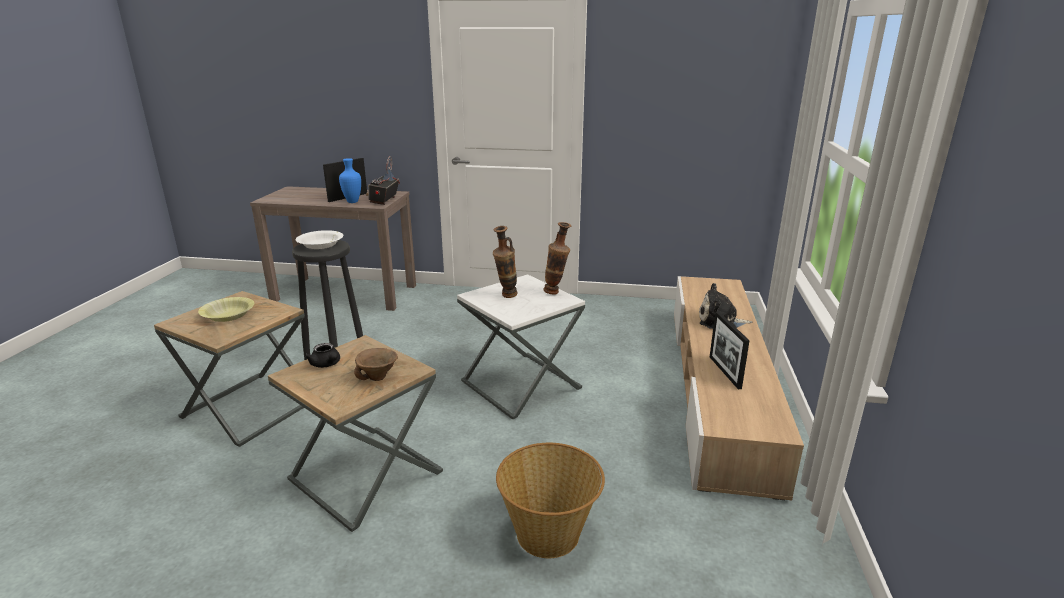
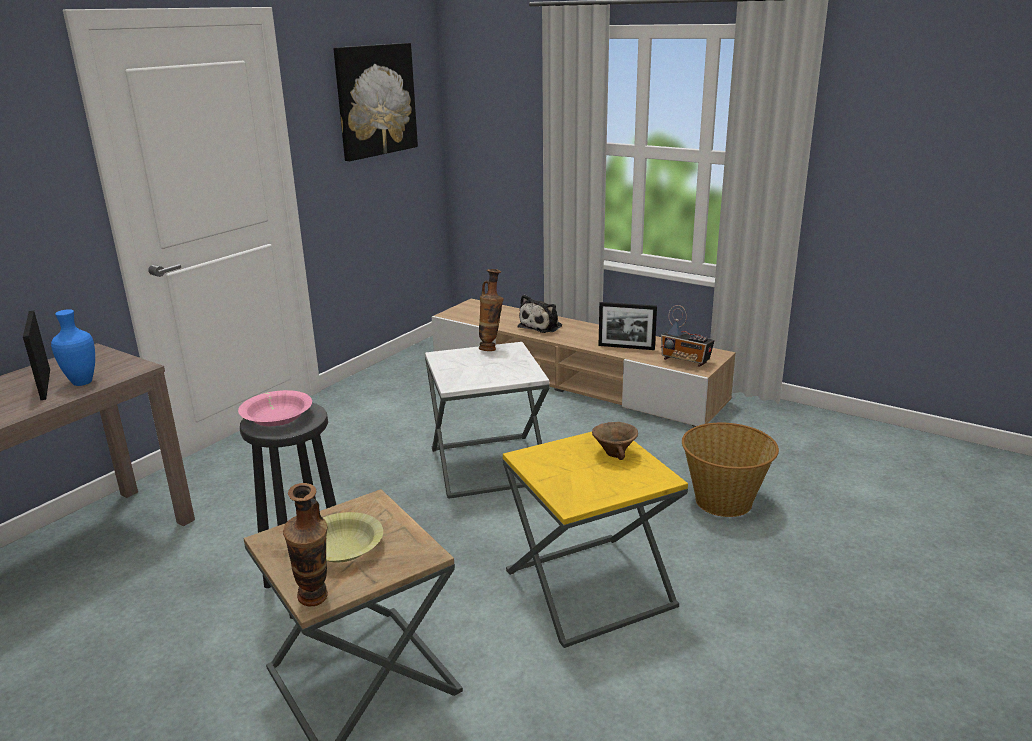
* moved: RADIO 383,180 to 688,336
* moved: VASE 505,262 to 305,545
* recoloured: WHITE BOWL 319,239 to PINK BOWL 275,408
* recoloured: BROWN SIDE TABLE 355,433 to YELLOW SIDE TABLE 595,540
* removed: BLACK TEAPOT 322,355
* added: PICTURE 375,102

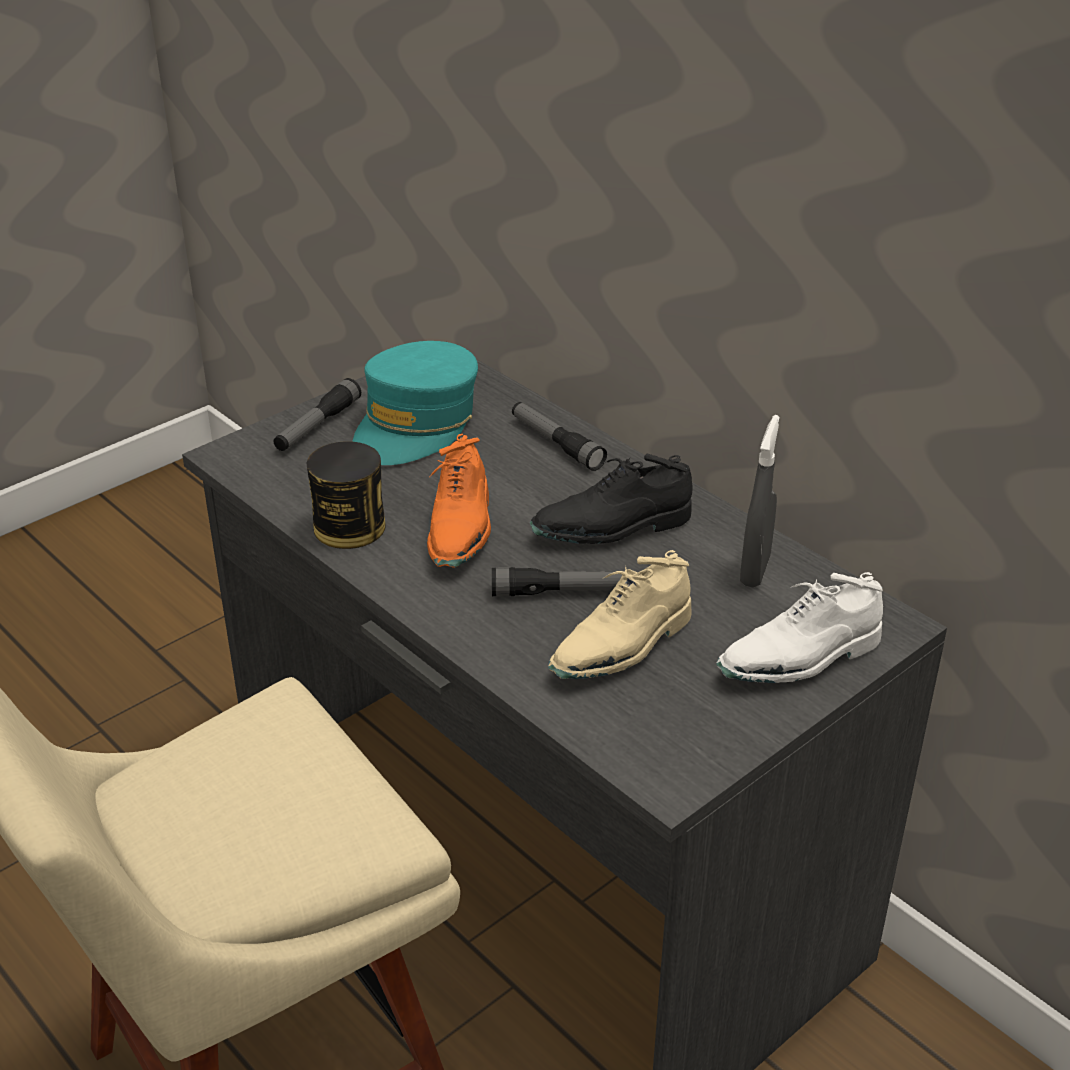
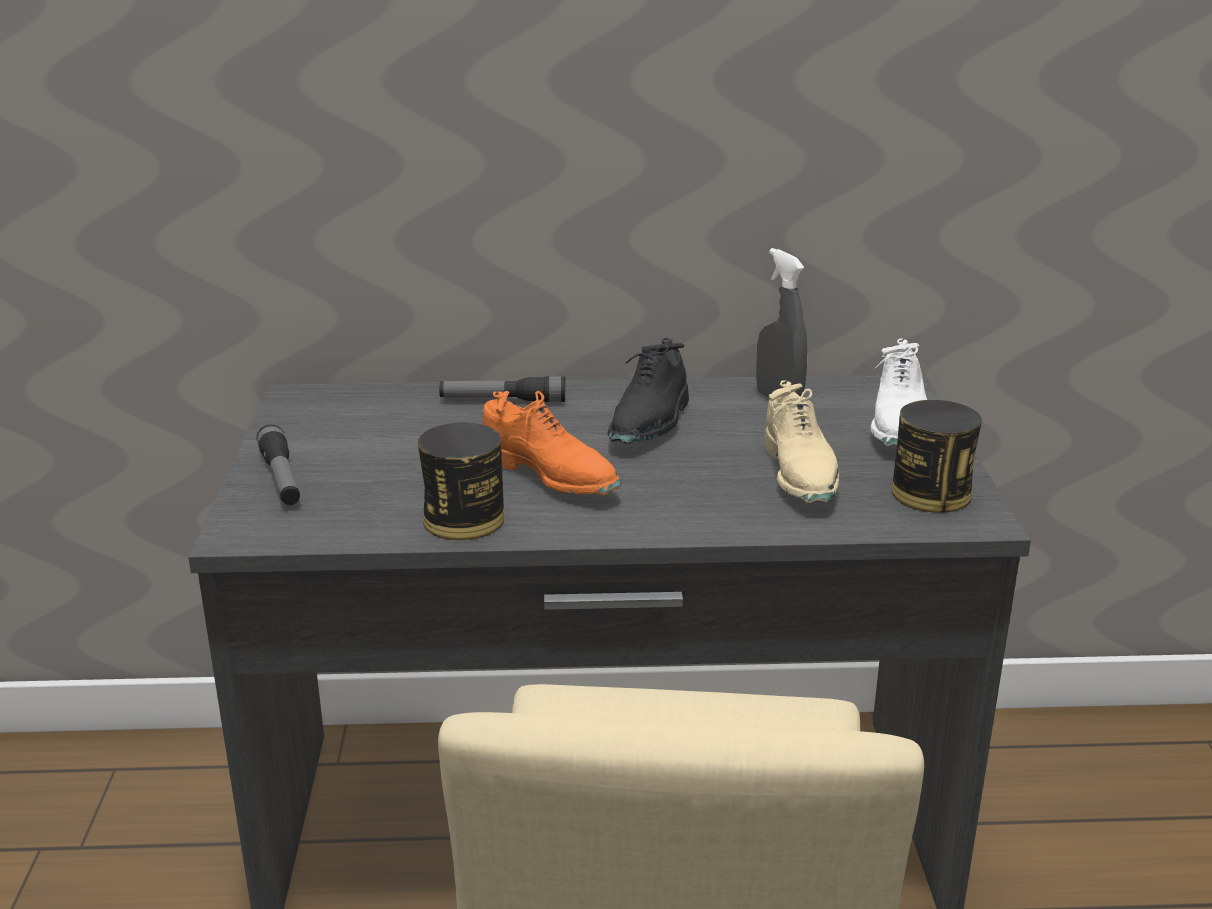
* removed: TURQUOISE CAP 415,403
* removed: FLASHLIGHT 558,581
* added: CAN 937,456

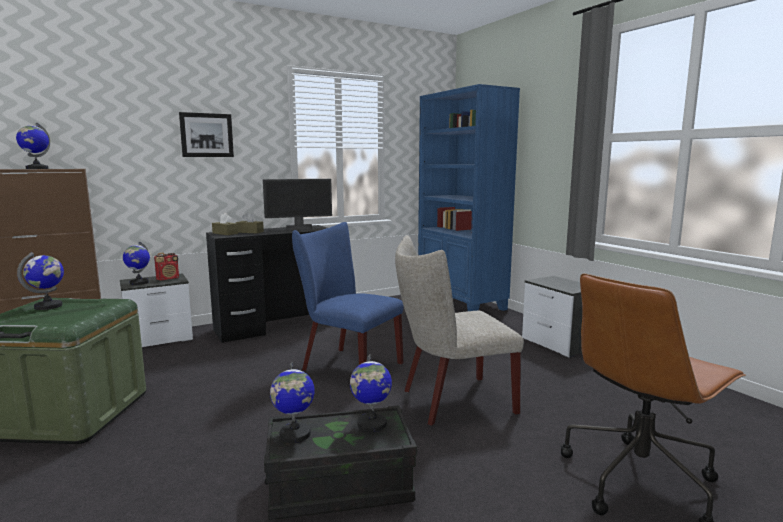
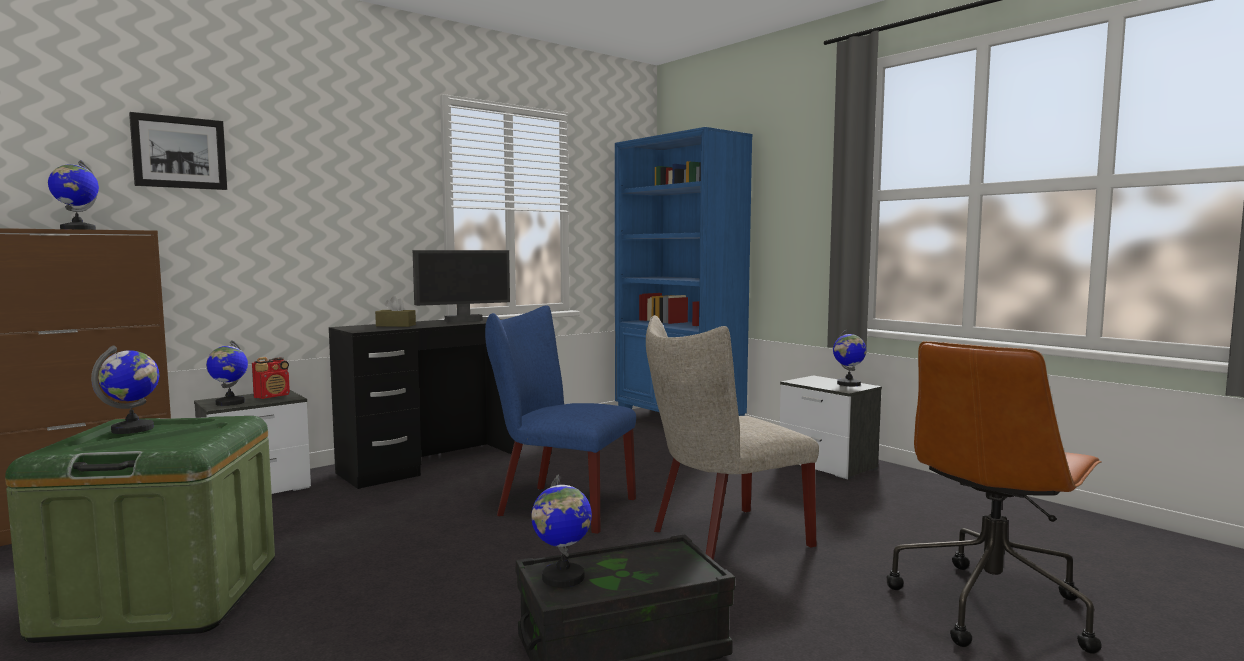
* moved: PICTURE 206,134 to 178,151
* removed: BROWN TISSUE BOX 225,224
* moved: GLOBE 371,393 to 849,357

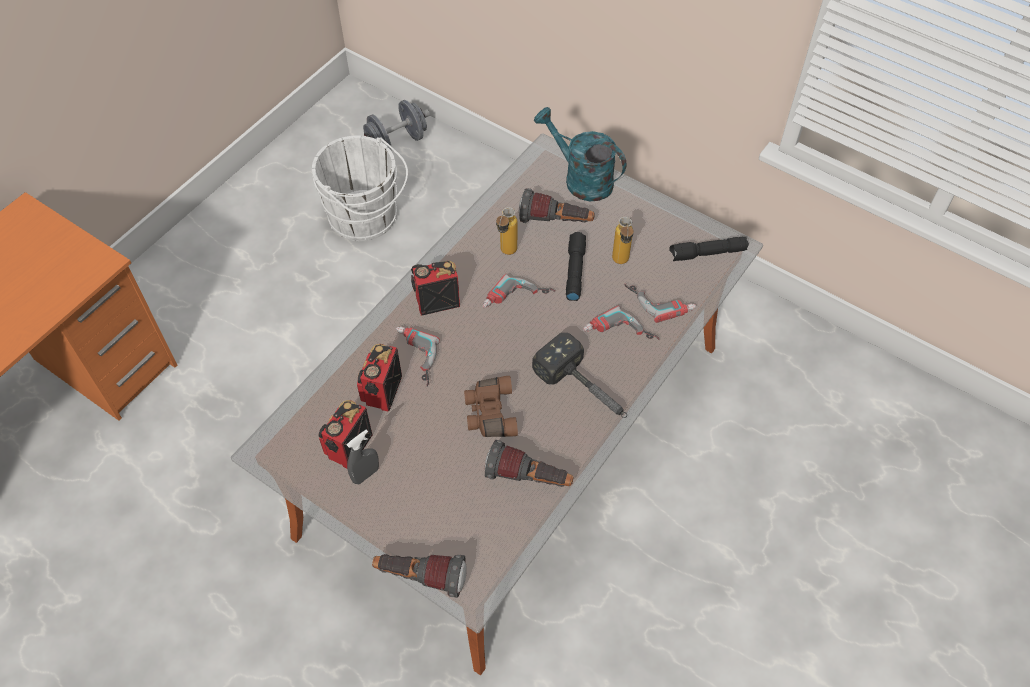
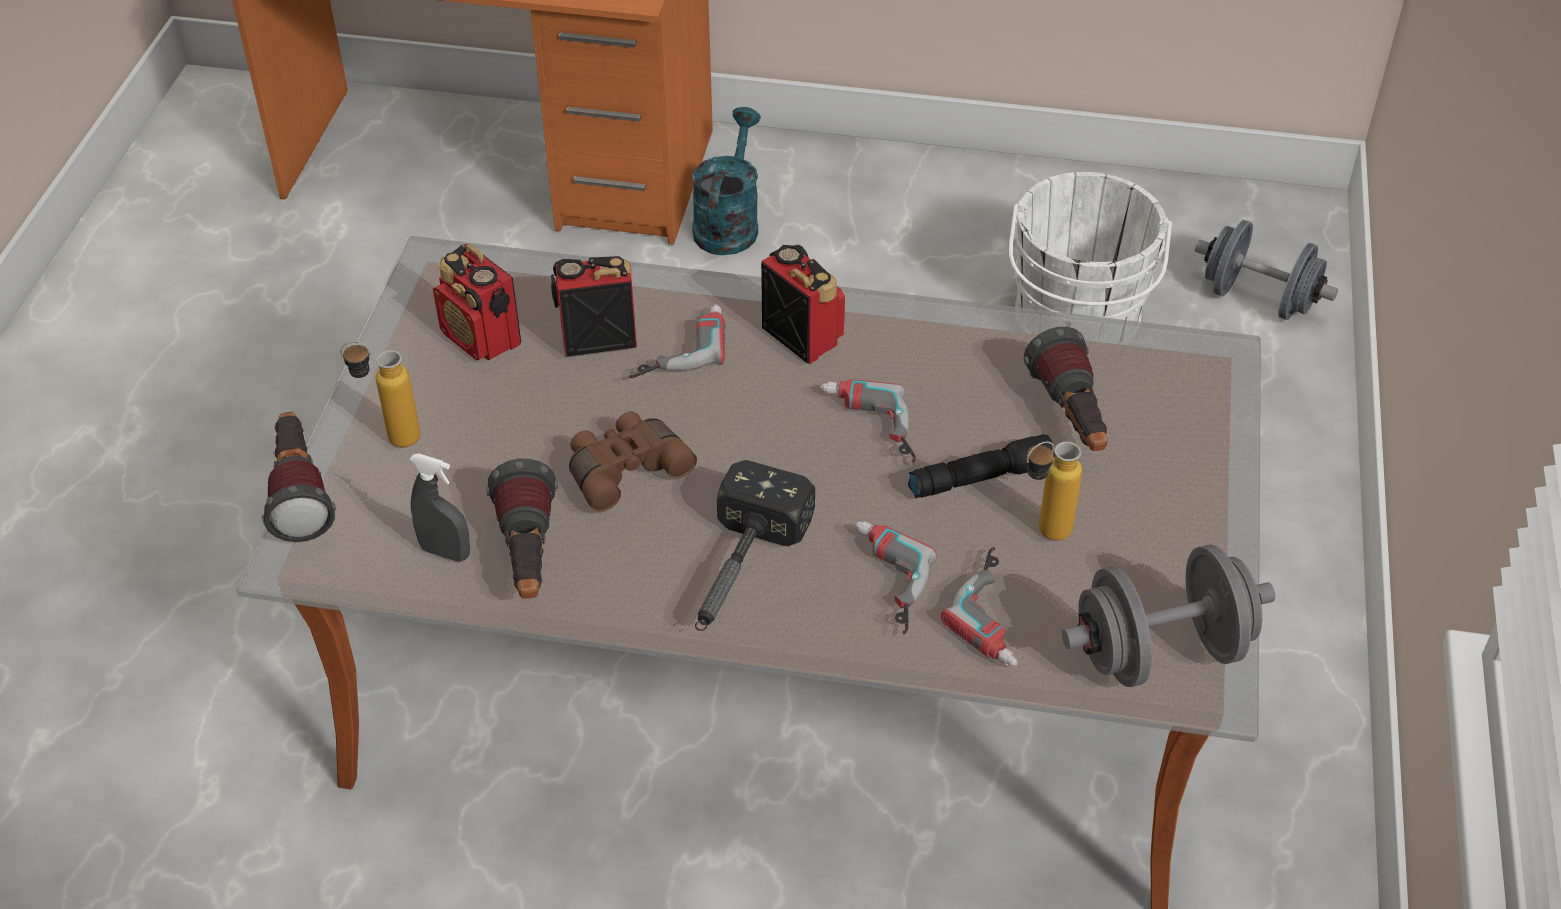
* moved: TURQUOISE WATERING CAN 580,154 to 726,181
* moved: BOTTLE 506,231 to 380,394
* replaced: BLACK FLASHLIGHT 709,249 to GREY DUMBBELL 1168,616
* turned: RADIO 346,434 = 477,302 135 degrees counterclockwise
* moved: GREY SPRAY BOTTLE 363,457 to 439,508

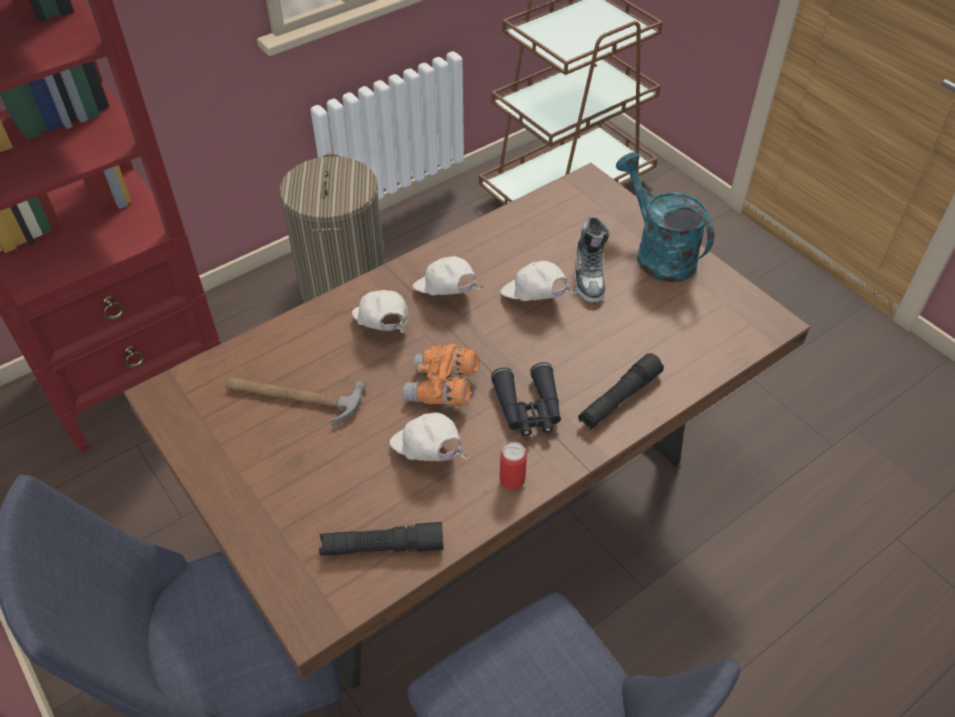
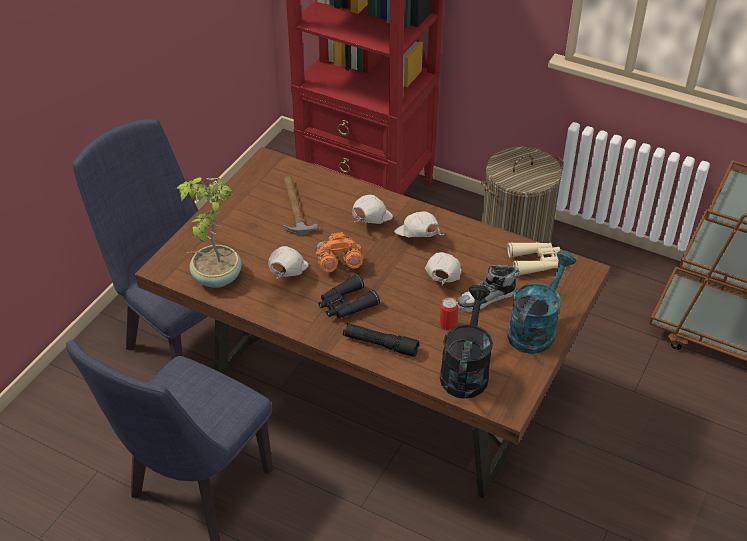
* turned: WHITE CAP 448,275 = 419,224 60 degrees counterclockwise
* moved: CAN 513,466 to 449,314
* replaced: BLACK FLASHLIGHT 381,538 to POTTED PLANT 209,233
* added: BEIGE BINOCULARS 533,259
* added: BLACK WATERING CAN 466,342

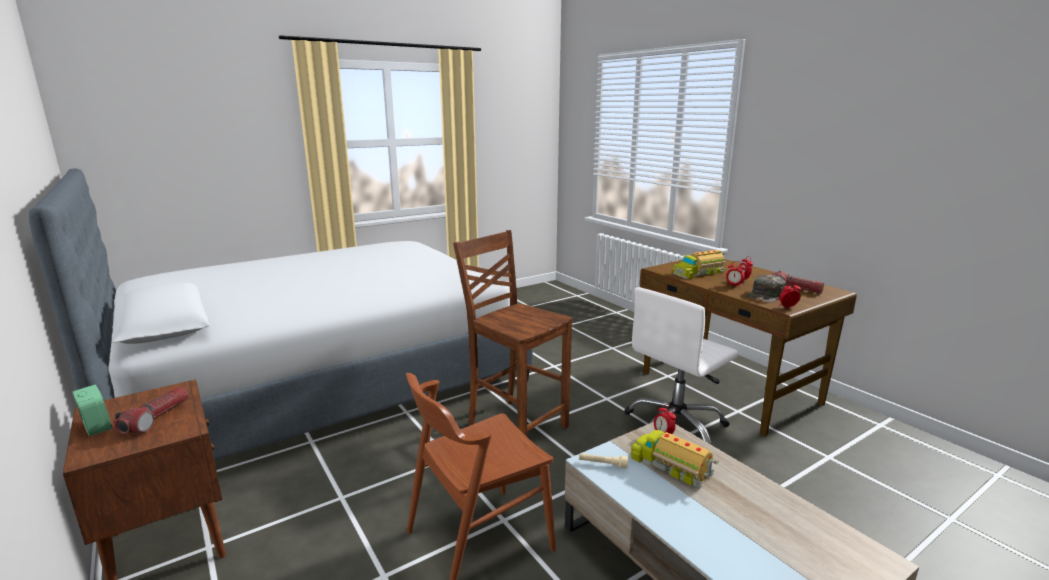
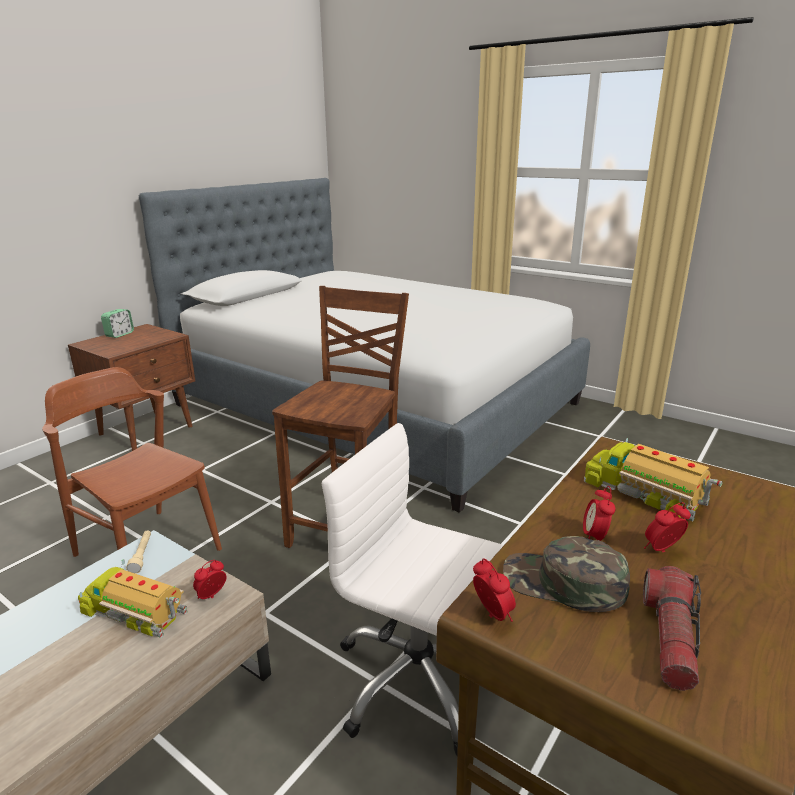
* removed: FLASHLIGHT 151,410
* turned: TOY TRUCK 674,457 = 133,598 90 degrees counterclockwise

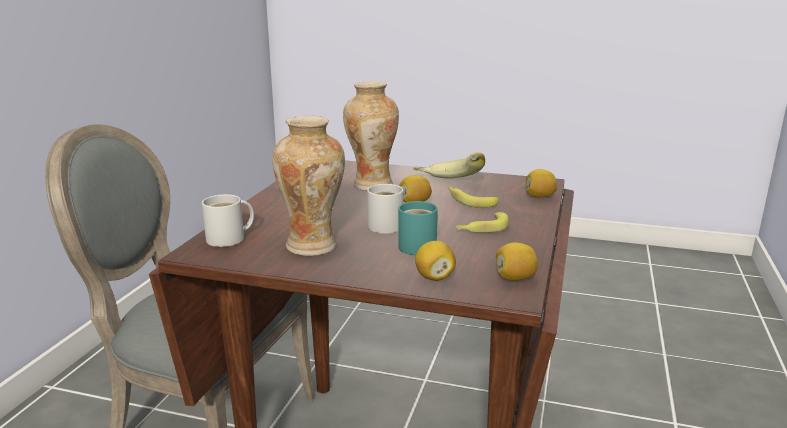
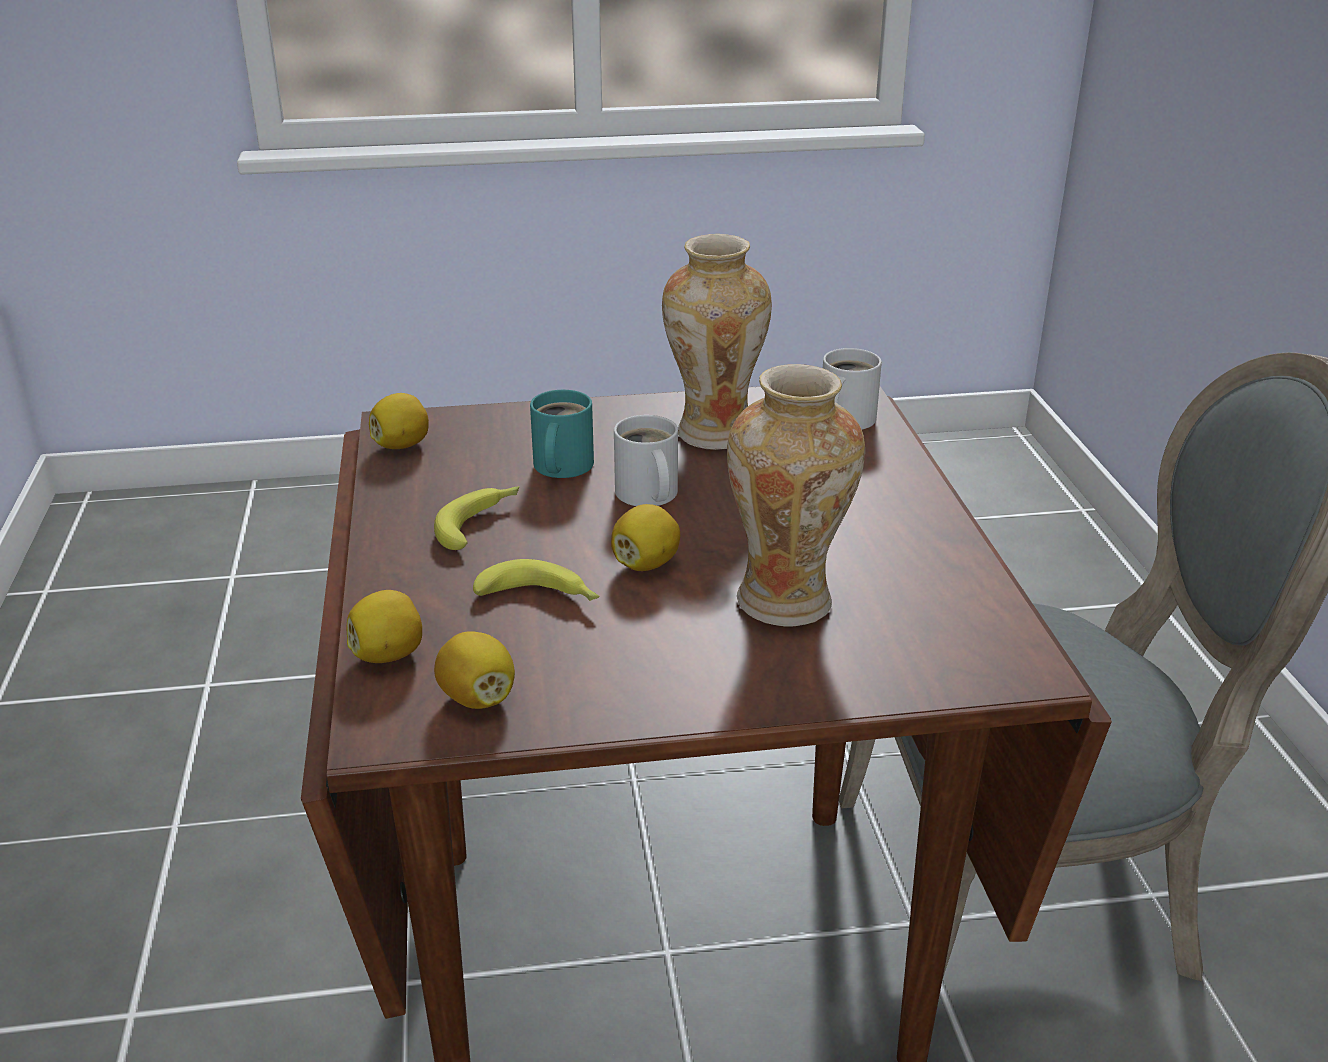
* removed: BANANA 449,165
* moved: LEMON 435,261 to 474,670

